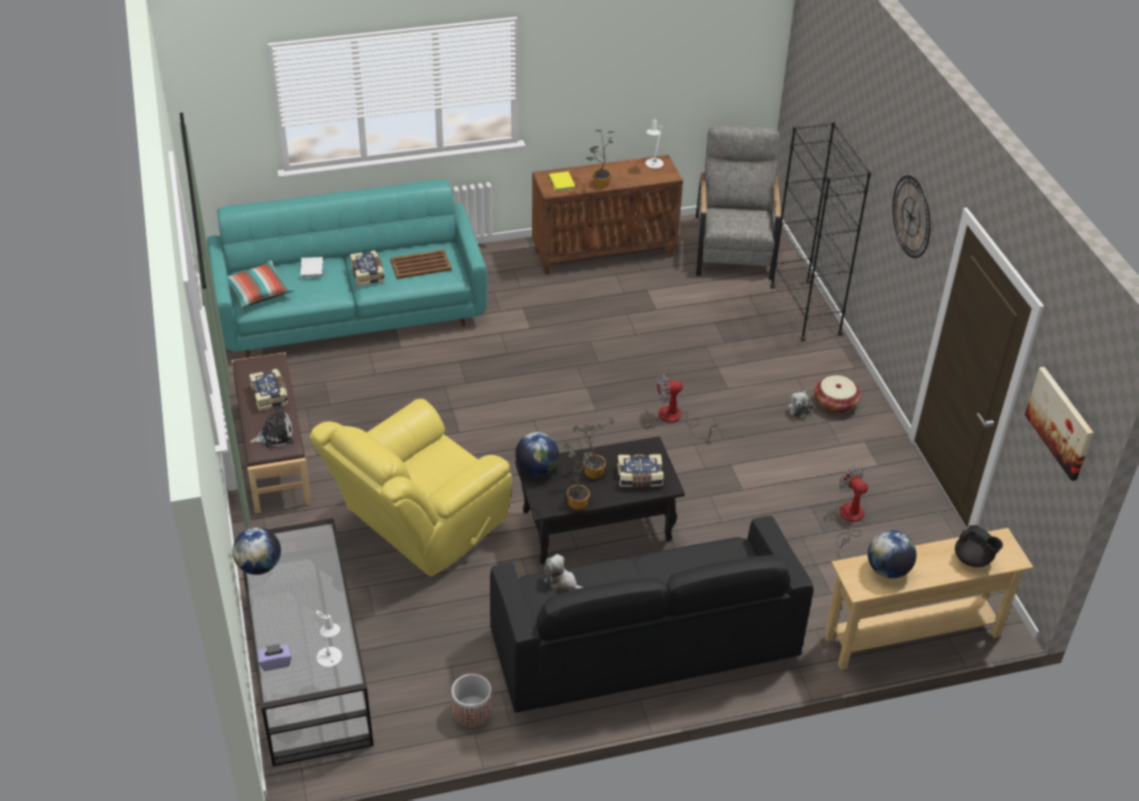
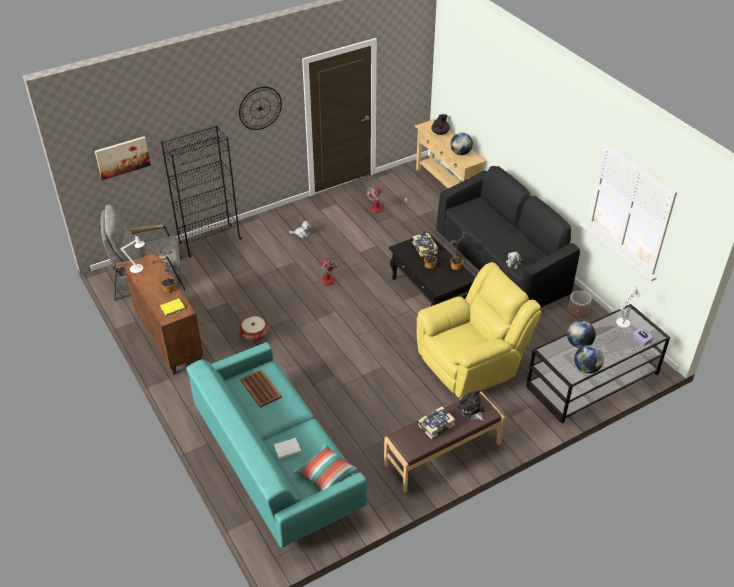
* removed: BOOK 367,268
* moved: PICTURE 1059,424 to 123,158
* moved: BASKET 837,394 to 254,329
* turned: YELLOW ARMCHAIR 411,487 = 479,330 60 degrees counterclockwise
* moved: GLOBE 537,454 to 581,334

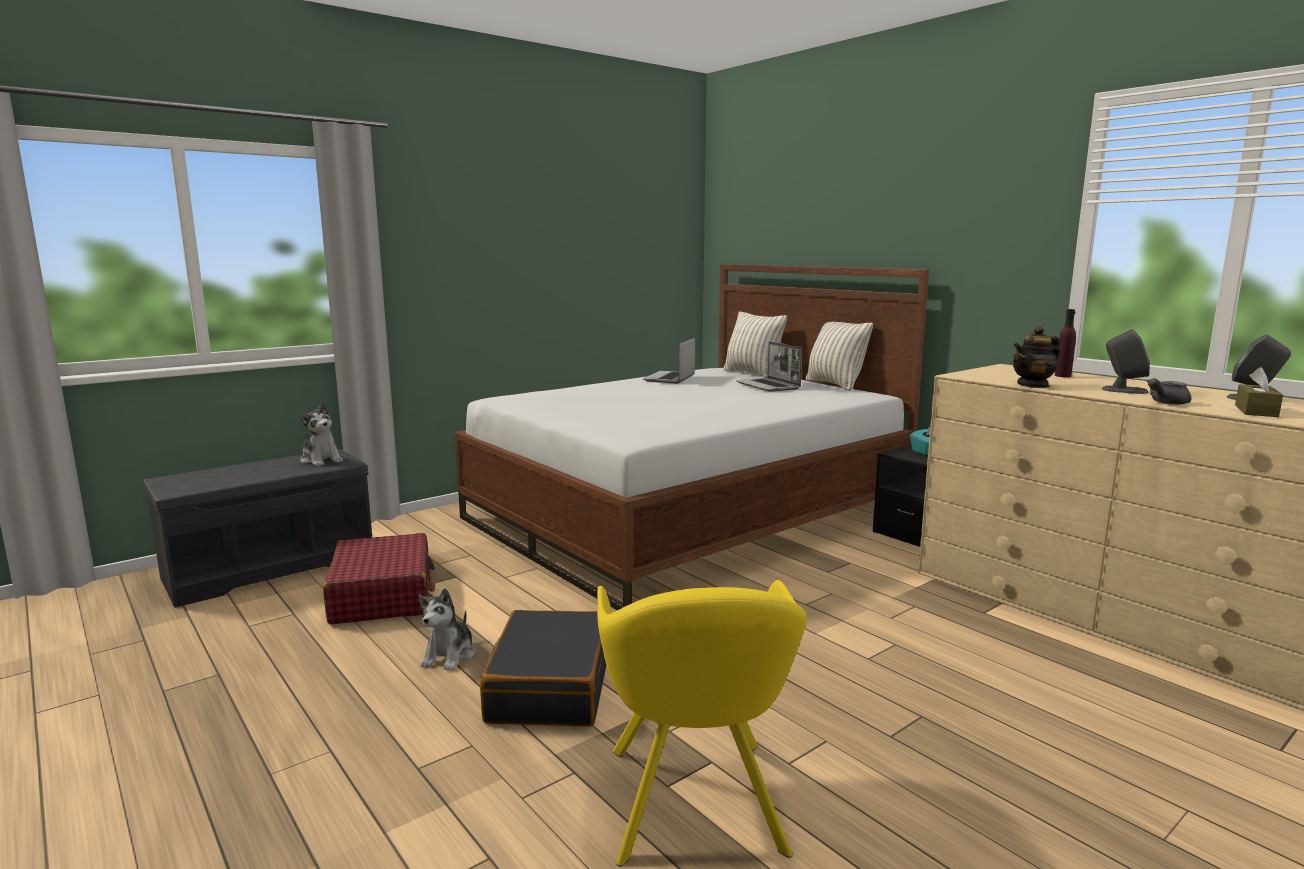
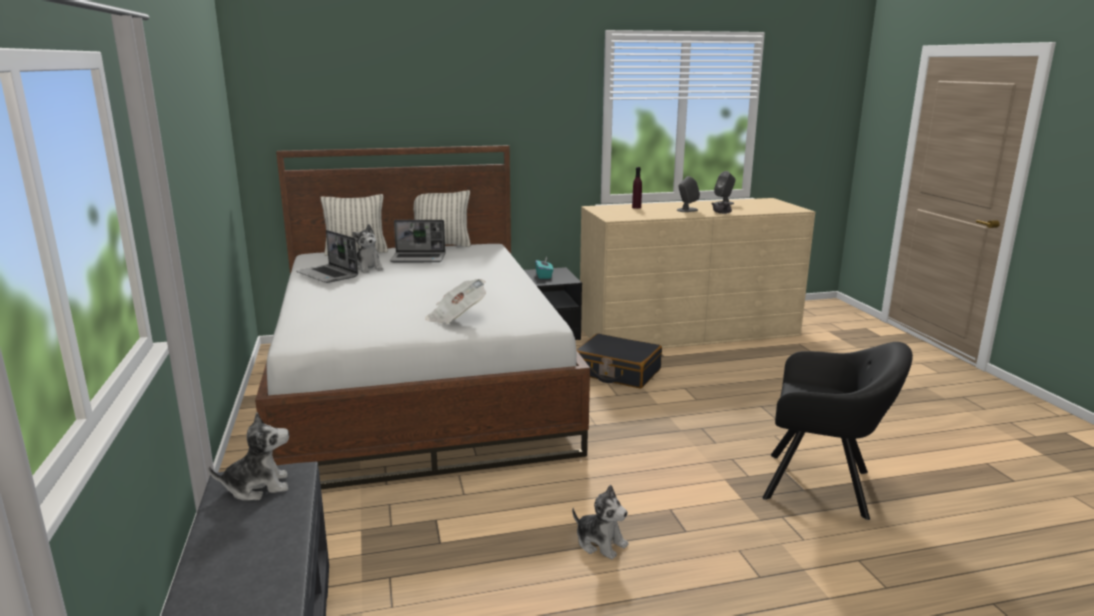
* removed: TEAPOT 1036,357
* removed: BROWN TISSUE BOX 1259,392
* removed: RED SUITCASE 379,578
* recoloured: YELLOW ARMCHAIR 702,723 to BLACK ARMCHAIR 837,431
* moved: BLACK SUITCASE 543,668 to 619,361
* added: PLUSH TOY 367,248
* added: NEWSPAPER 455,301

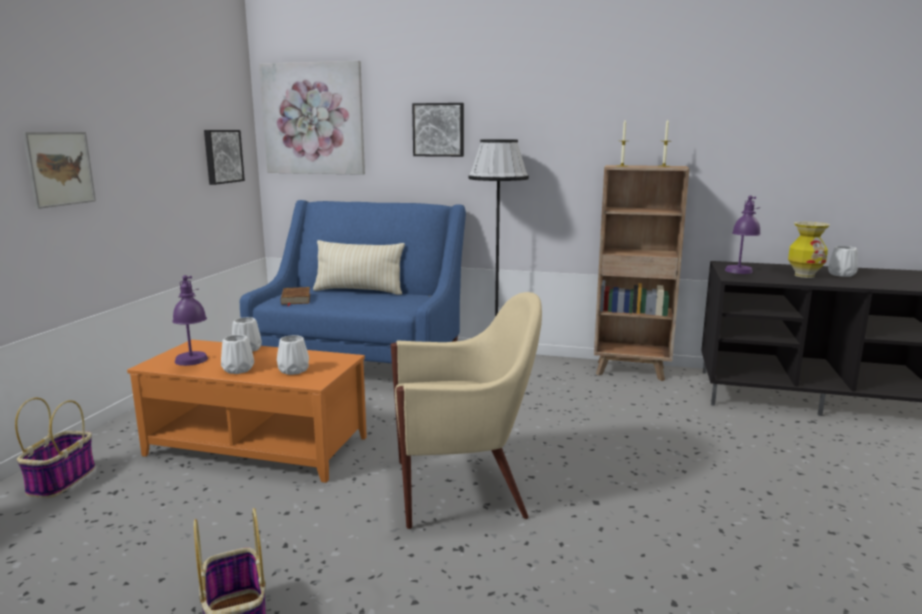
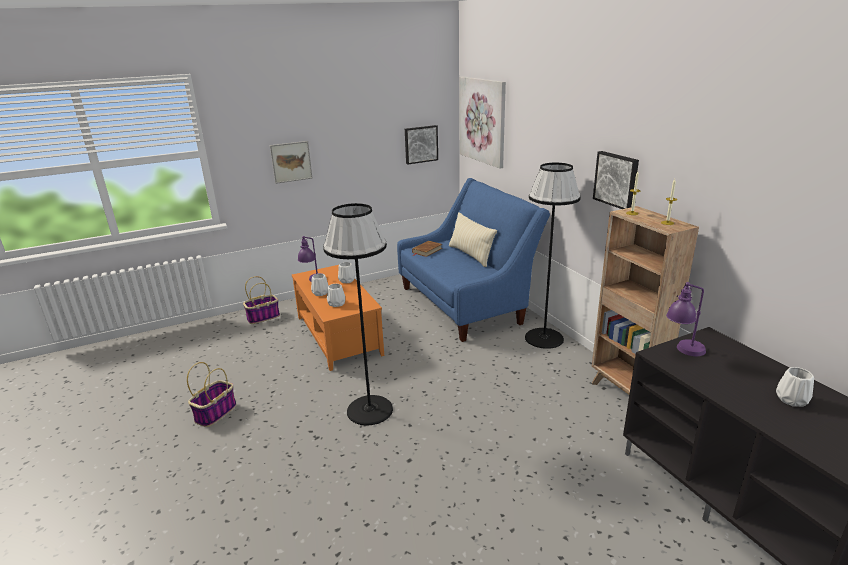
* moved: PICTURE 438,130 to 616,180
* removed: VASE 809,250
* replaced: BEIGE ARMCHAIR 466,410 to BLACK FLOOR LAMP 358,314

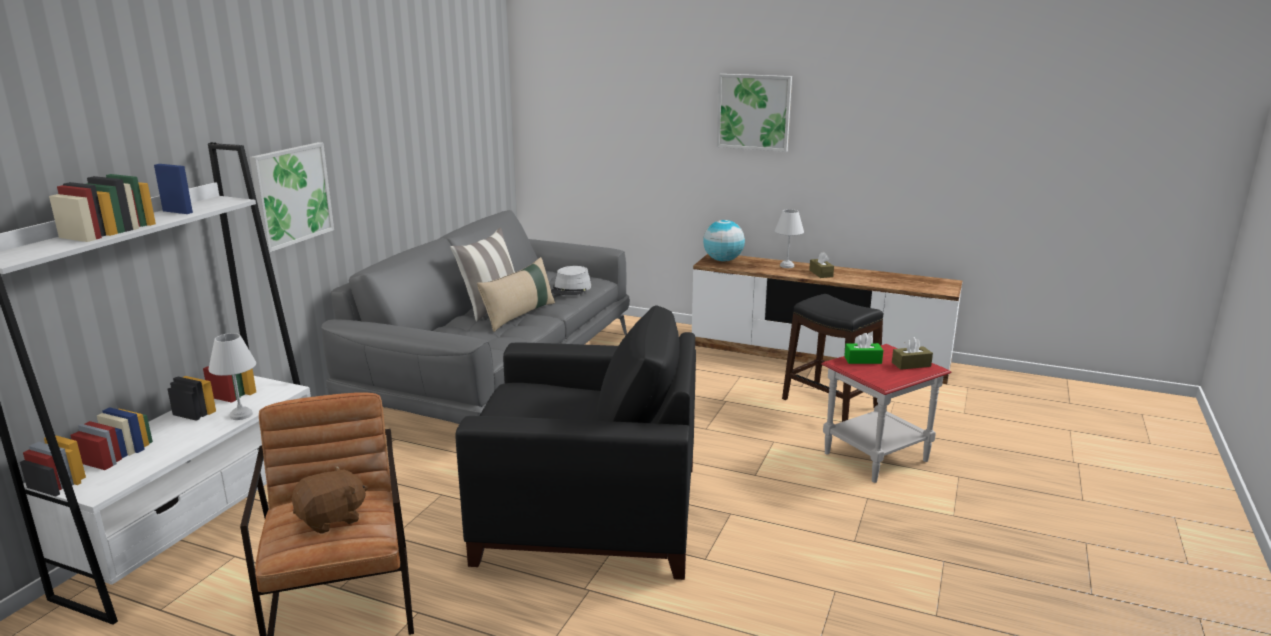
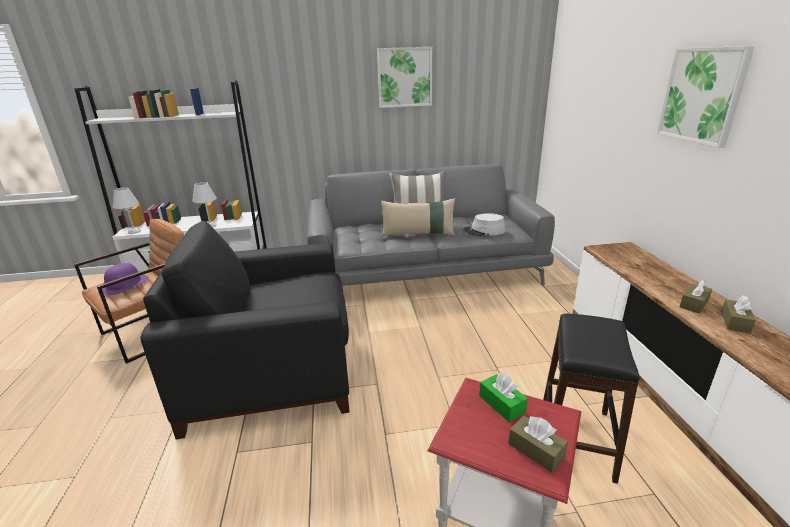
* moved: PICTURE 292,197 to 404,77
* moved: WHITE TABLE LAMP 789,238 to 127,210
* removed: GLOBE 724,241
* turned: BLACK ARMCHAIR 576,442 = 245,330 105 degrees clockwise
* replaced: BROWN PLUSH TOY 330,500 to PURPLE HAT 125,279
* added: BROWN TISSUE BOX 738,314

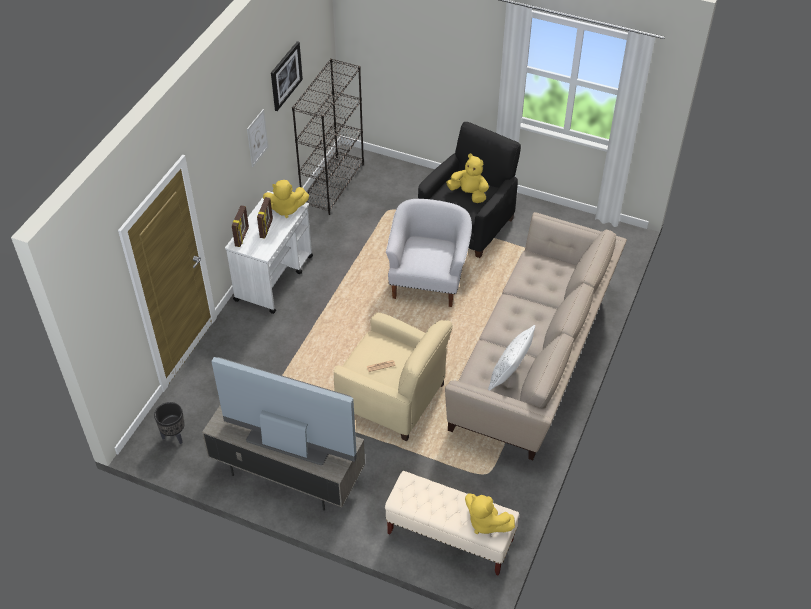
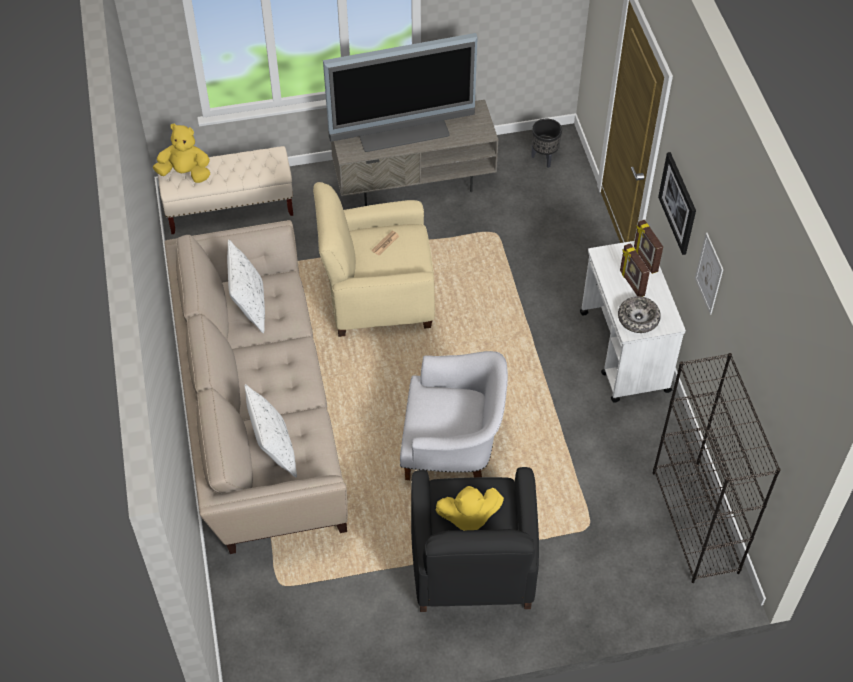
* moved: PICTURE 287,76 to 677,203
* replaced: YELLOW PLUSH TOY 286,199 to BOWL 639,314
* turned: WHITE ARMCHAIR 429,253 = 454,415 60 degrees counterclockwise
* added: WHITE PILLOW 271,430

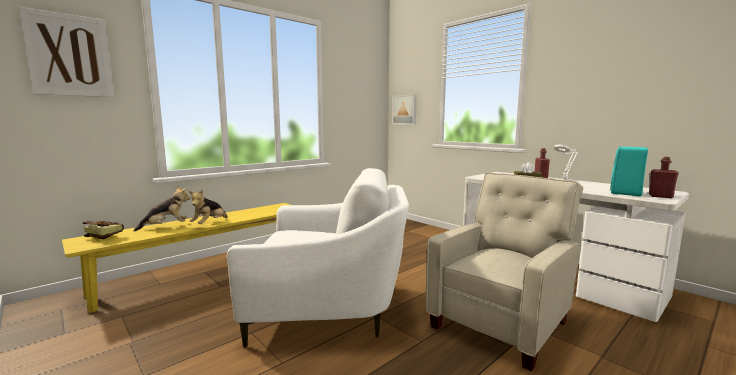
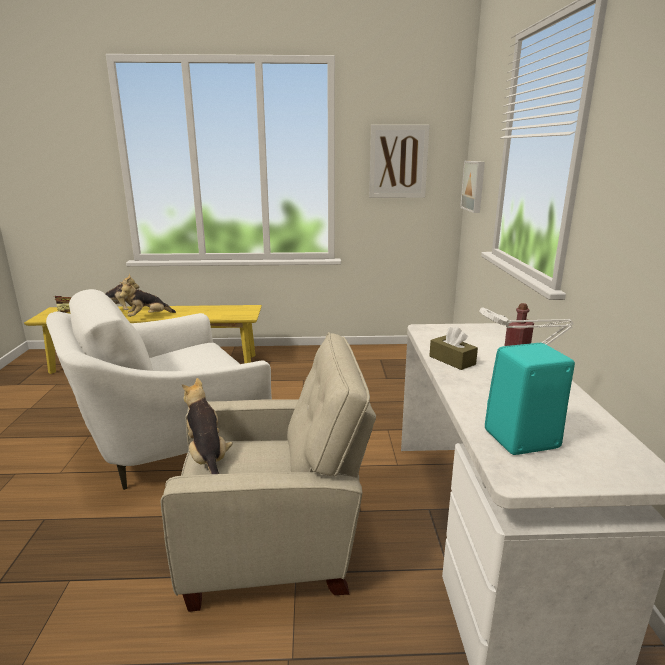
* moved: PICTURE 67,52 to 399,161
* removed: RED BOTTLE 664,177
* turned: WHITE ARMCHAIR 318,257 = 159,389 105 degrees clockwise
* added: PLUSH TOY 207,426

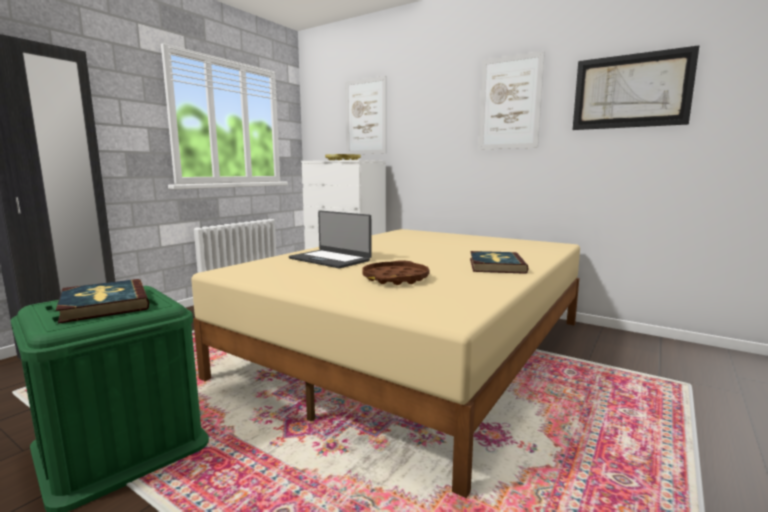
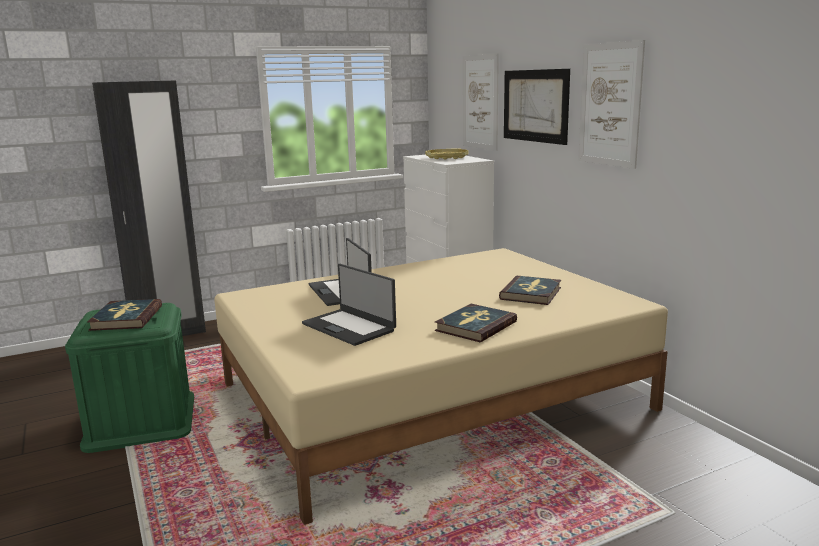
* moved: PICTURE 636,87 to 537,107
* replaced: BROWN TRAY 396,272 to LAPTOP 349,305
* added: BOOK 530,290

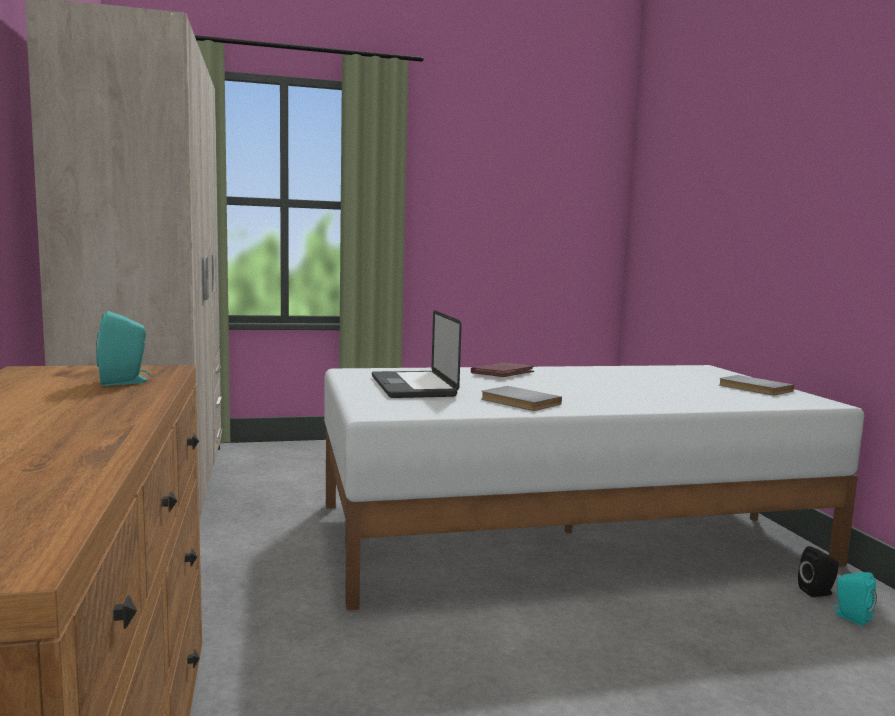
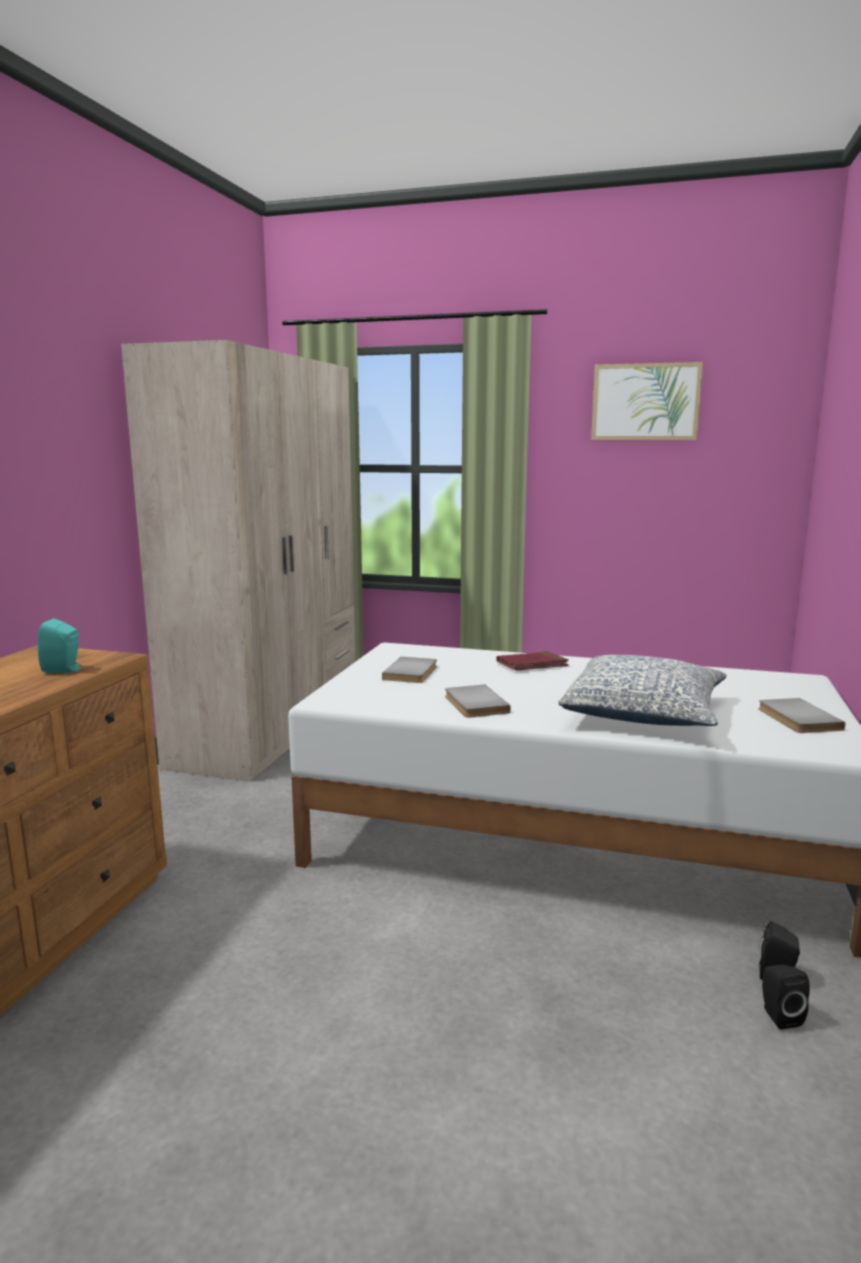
* replaced: LAPTOP 417,354 to GREY BOOK 409,670
* recoloured: TURQUOISE SPEAKER 854,599 to BLACK SPEAKER 786,997
* added: PICTURE 647,401
* added: PILLOW 642,690

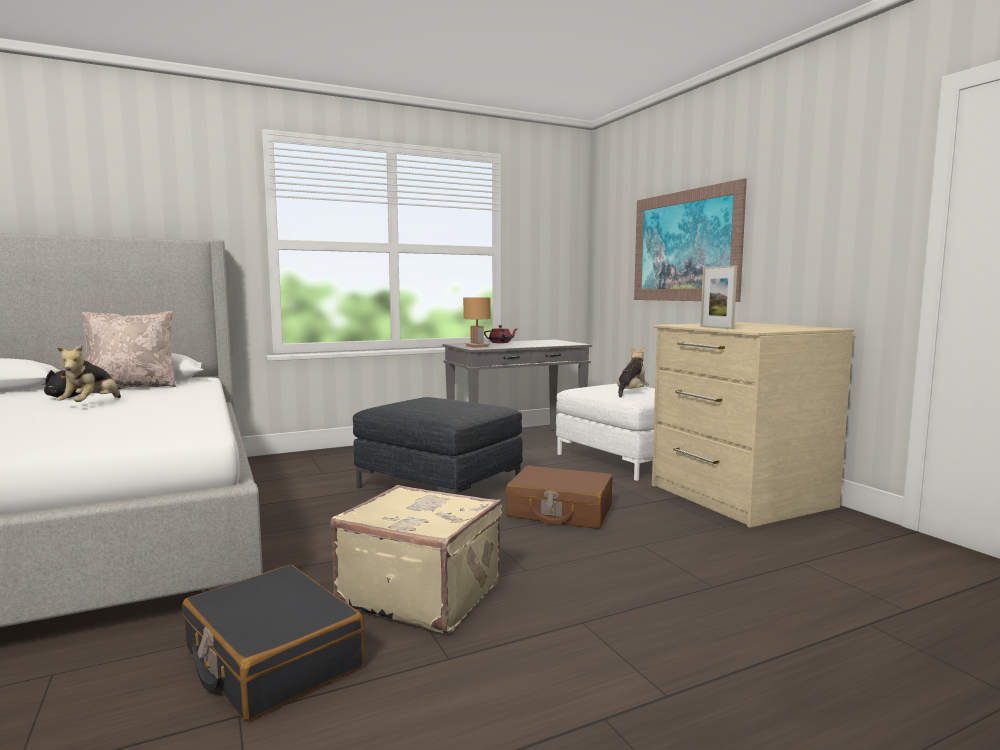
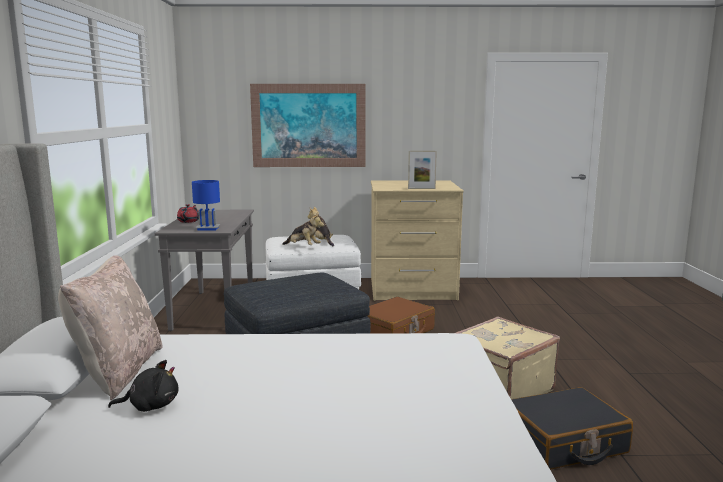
* recoloured: BROWN TABLE LAMP 477,322 to BLUE TABLE LAMP 206,205
* moved: PLUSH TOY 89,373 to 303,229

